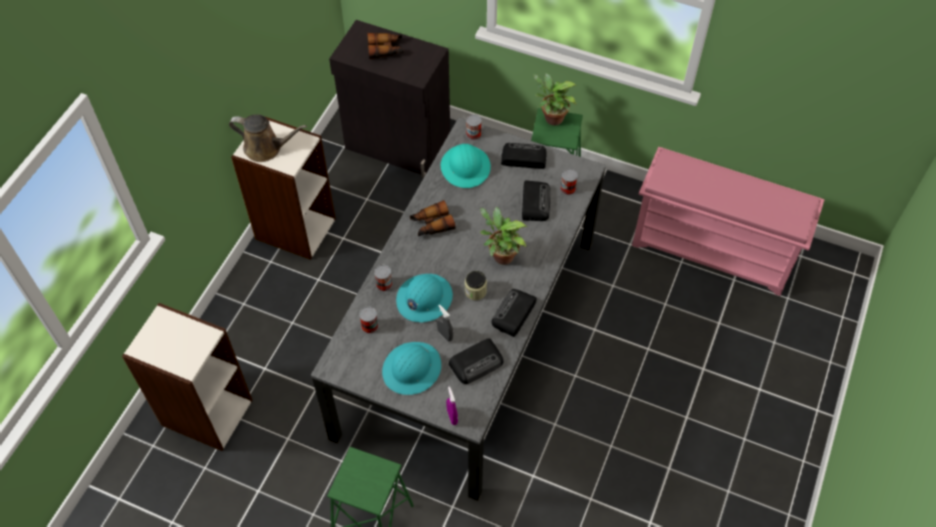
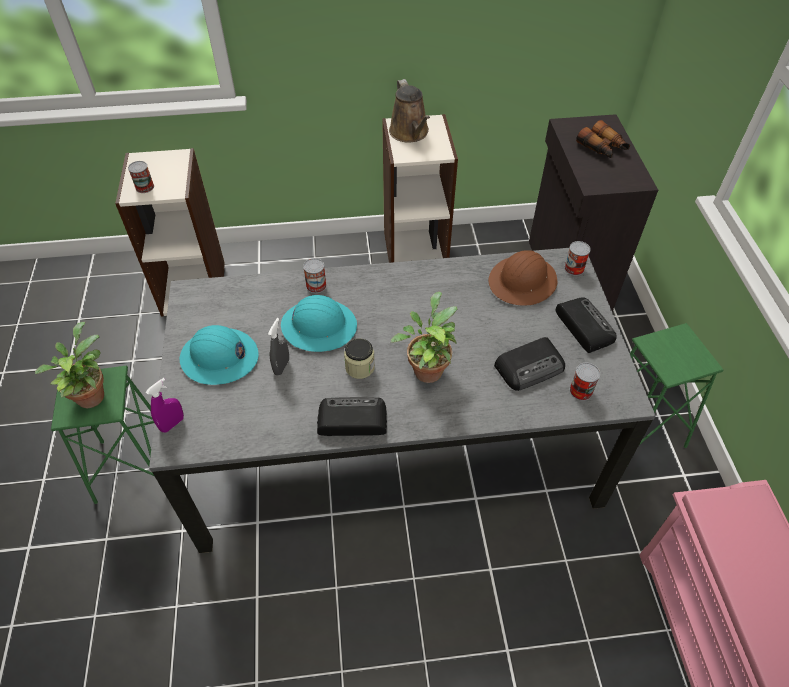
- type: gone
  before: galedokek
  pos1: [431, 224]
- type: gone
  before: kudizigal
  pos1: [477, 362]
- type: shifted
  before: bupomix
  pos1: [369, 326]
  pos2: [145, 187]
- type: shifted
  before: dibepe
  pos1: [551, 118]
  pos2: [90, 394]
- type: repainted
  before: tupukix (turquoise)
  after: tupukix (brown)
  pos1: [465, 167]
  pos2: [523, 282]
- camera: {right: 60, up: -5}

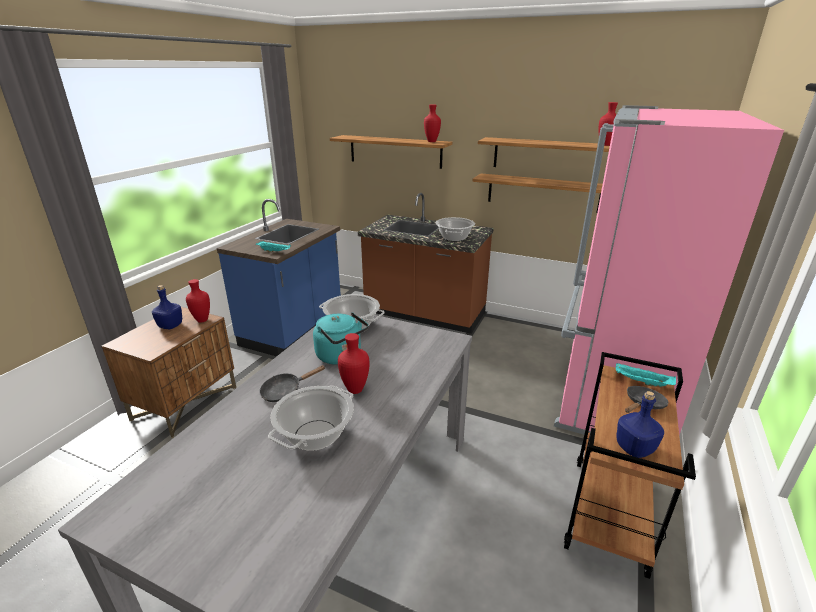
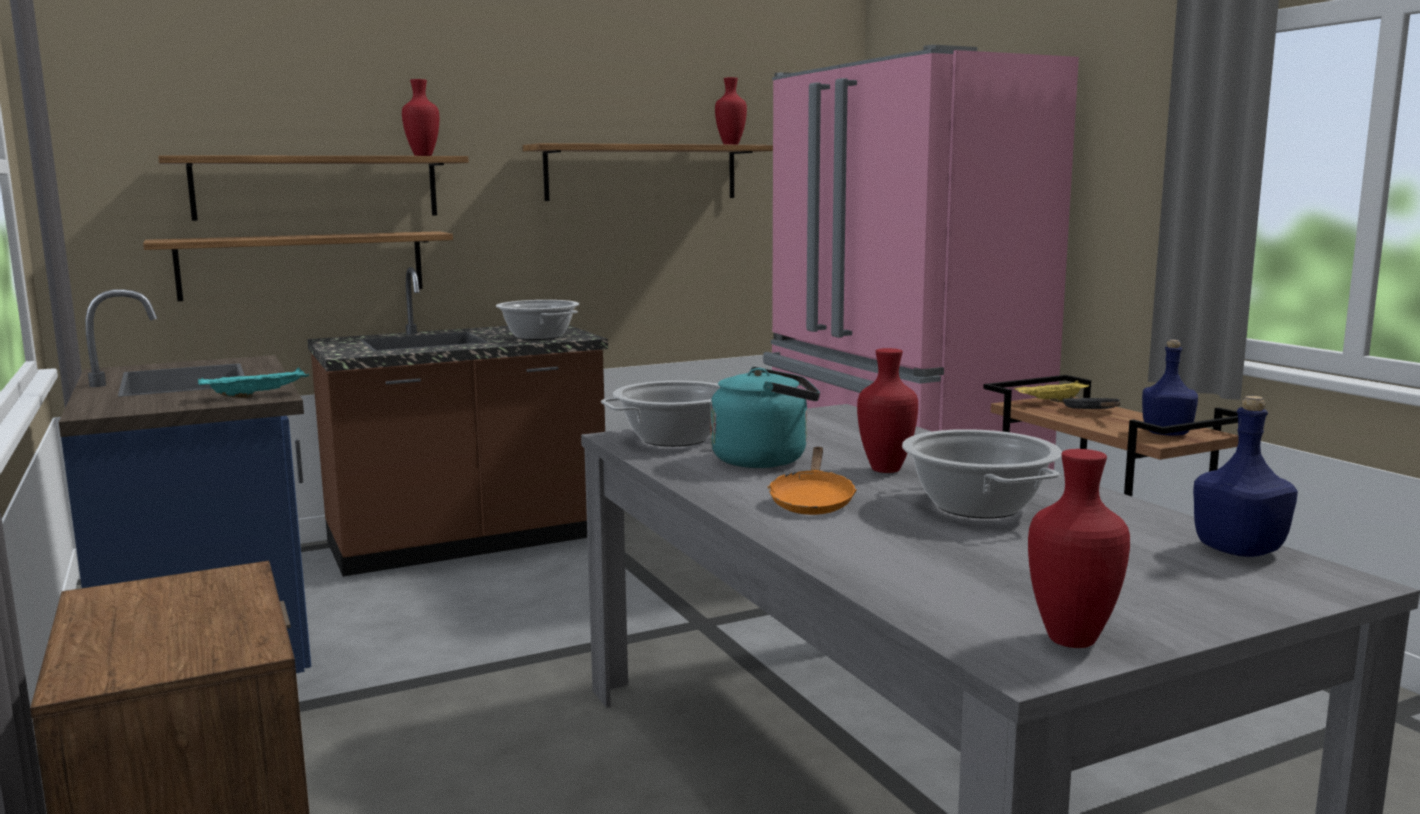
- type: shifted
  before: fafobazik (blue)
  pos1: [170, 326]
  pos2: [1240, 550]
- type: shifted
  before: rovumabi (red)
  pos1: [203, 320]
  pos2: [1073, 639]
- type: shifted
  before: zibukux
  pos1: [543, 193]
  pos2: [302, 265]
- type: repainted
  before: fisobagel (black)
  after: fisobagel (orange)
  pos1: [285, 391]
  pos2: [812, 502]
- type: repainted
  before: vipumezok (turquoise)
  after: vipumezok (yellow)
  pos1: [641, 382]
  pos2: [1051, 402]
- camera: {right: -50, up: -15}

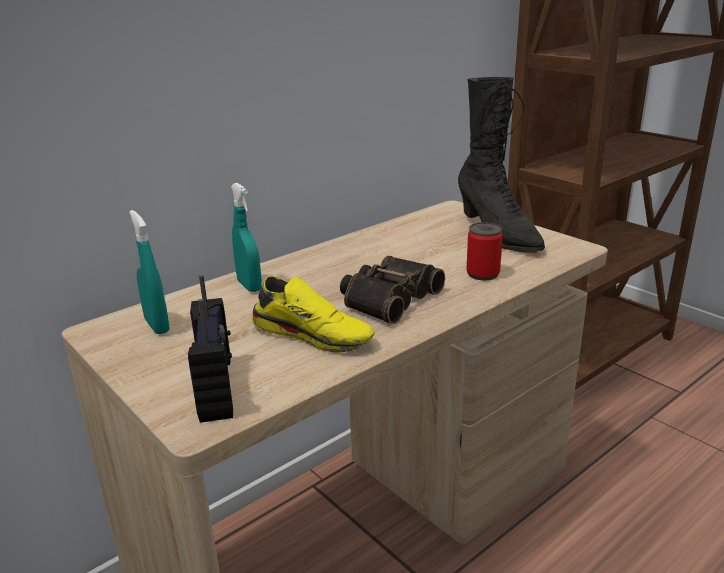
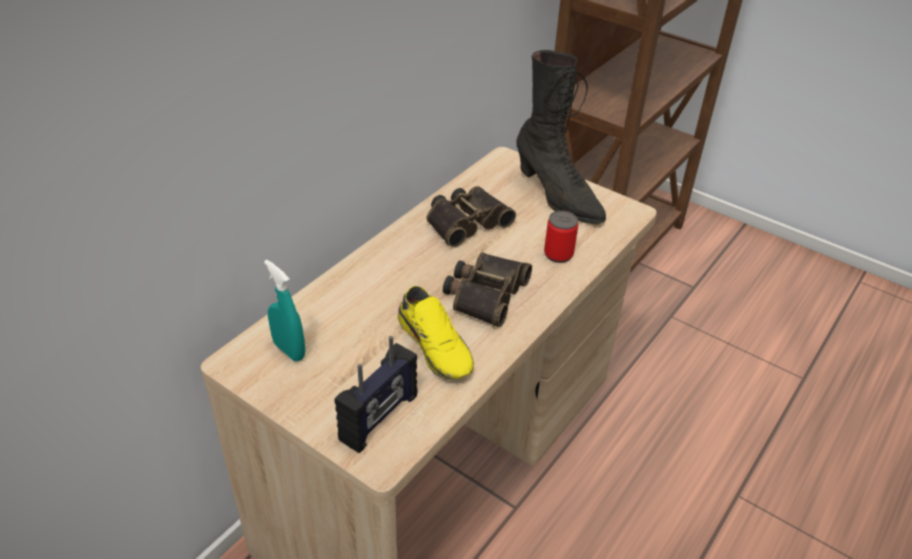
- type: gone
  before: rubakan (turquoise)
  pos1: [249, 286]
- type: new
  after: galedokek
  pos2: [466, 221]
- type: rotated
  before: kudizigal
  pos1: [217, 388]
  pos2: [380, 418]
  turn: 60
- type: rotated
  before: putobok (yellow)
  pos1: [314, 334]
  pos2: [437, 346]
  turn: 45
- camera: {right: -15, up: 15}

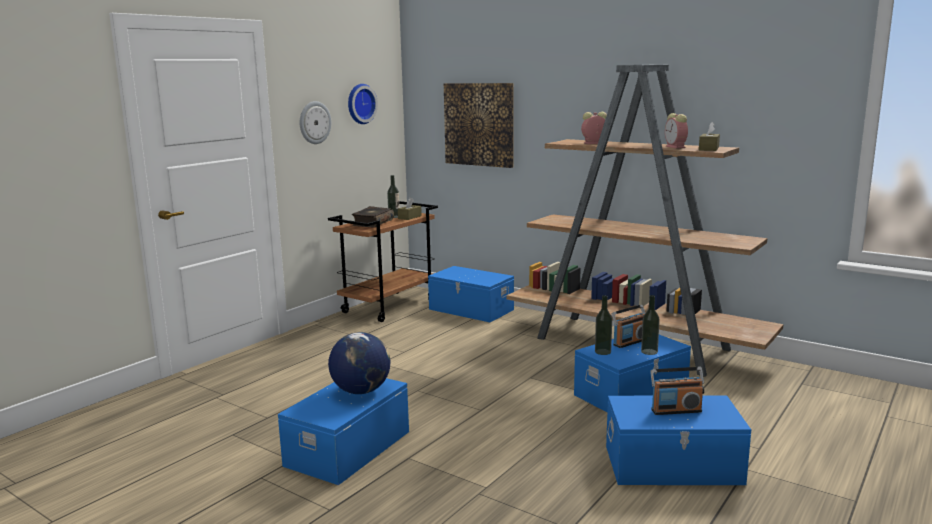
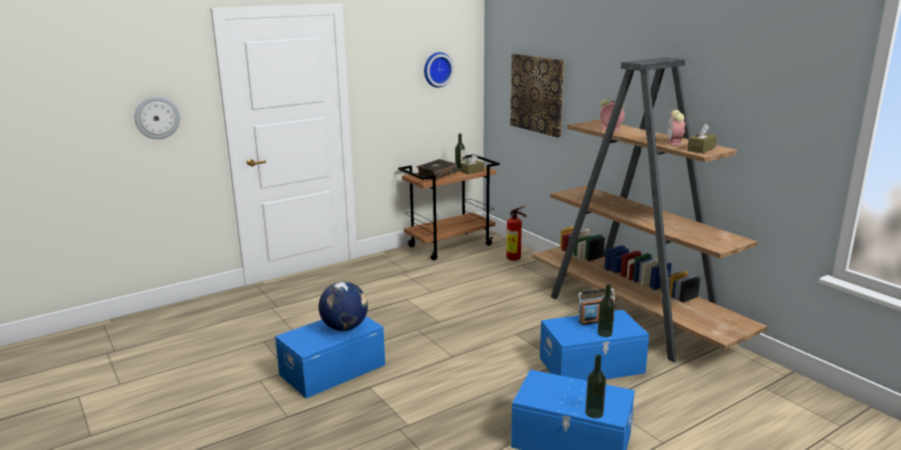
- type: gone
  before: kudizigal
  pos1: [676, 410]
- type: shifted
  before: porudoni
  pos1: [314, 122]
  pos2: [157, 117]
- type: shifted
  before: fafobazik
  pos1: [602, 352]
  pos2: [594, 413]
- type: swapped
  before: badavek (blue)
  after: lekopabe
  pos1: [471, 310]
  pos2: [515, 259]
- camera: {right: 20, up: 5}

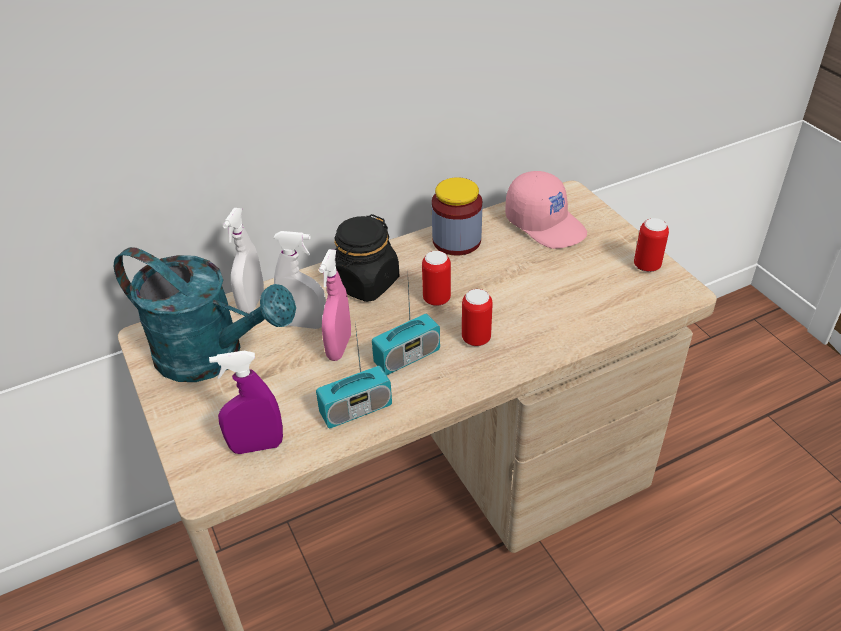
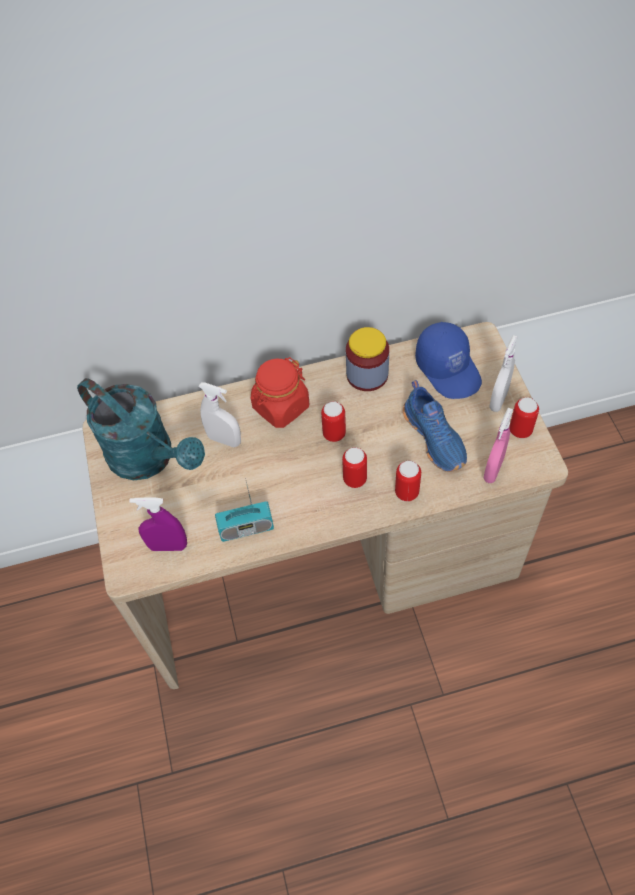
- type: gone
  before: kudizigal
  pos1: [407, 357]
- type: new
  after: bupomix
  pos2: [406, 492]
- type: new
  after: putobok (blue)
  pos2: [435, 437]
- type: shifted
  before: rubakan (white)
  pos1: [252, 303]
  pos2: [498, 399]
- type: shifted
  before: rubakan (pink)
  pos1: [339, 347]
  pos2: [493, 470]
- type: repainted
  before: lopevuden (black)
  after: lopevuden (red)
  pos1: [365, 283]
  pos2: [280, 407]
- type: repainted
  before: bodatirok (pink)
  after: bodatirok (blue)
  pos1: [546, 224]
  pos2: [449, 369]
- camera: {right: 15, up: 15}

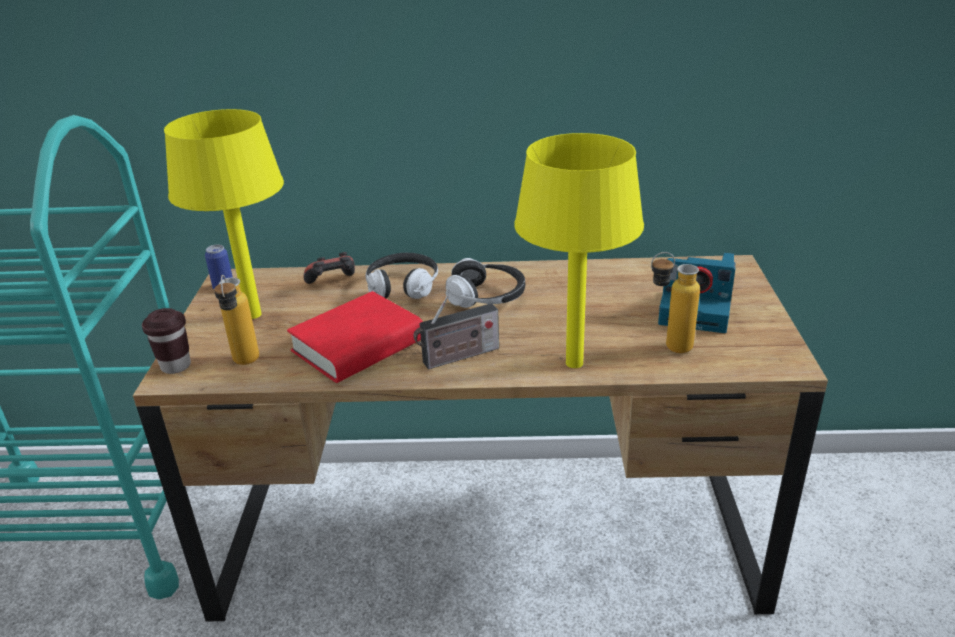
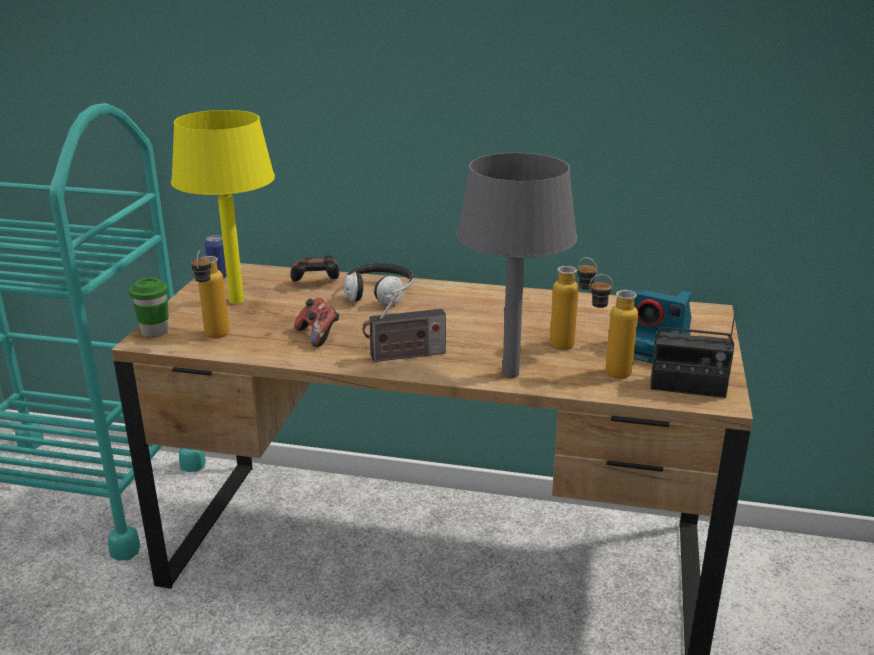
- type: gone
  before: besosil
  pos1: [486, 297]
- type: new
  after: fafobazik
  pos2: [570, 348]
- type: new
  after: kudizigal
  pos2: [687, 387]
- type: swapped
  before: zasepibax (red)
  after: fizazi
  pos1: [358, 346]
  pos2: [318, 336]
- type: repainted
  before: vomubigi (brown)
  after: vomubigi (green)
  pos1: [176, 366]
  pos2: [155, 332]
- type: repainted
  before: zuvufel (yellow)
  after: zuvufel (grey)
  pos1: [575, 362]
  pos2: [511, 373]
- camera: {right: 10, up: -5}

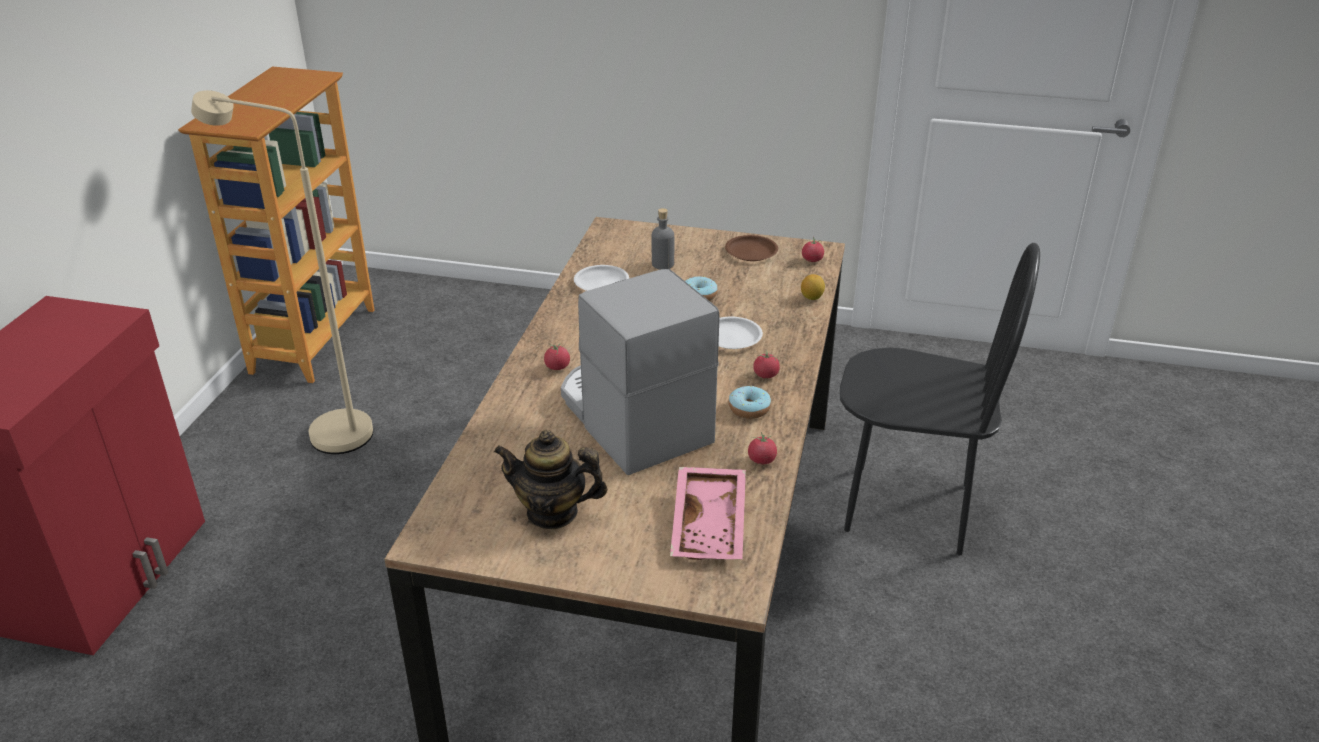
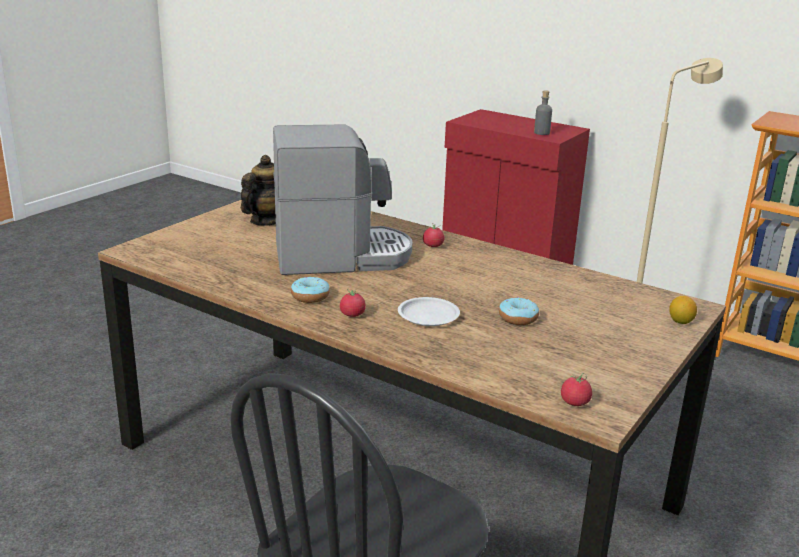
- type: gone
  before: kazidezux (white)
  pos1: [601, 282]
- type: gone
  before: vipumezok (pink)
  pos1: [711, 525]
- type: gone
  before: kazidezux (brown)
  pos1: [751, 252]
- type: gone
  before: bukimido
  pos1: [761, 460]
- type: shifted
  before: fafobazik (grey)
  pos1: [662, 264]
  pos2: [541, 133]
- type: shifted
  before: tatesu
  pos1: [812, 297]
  pos2: [680, 321]
- camera: {right: 110, up: -10}

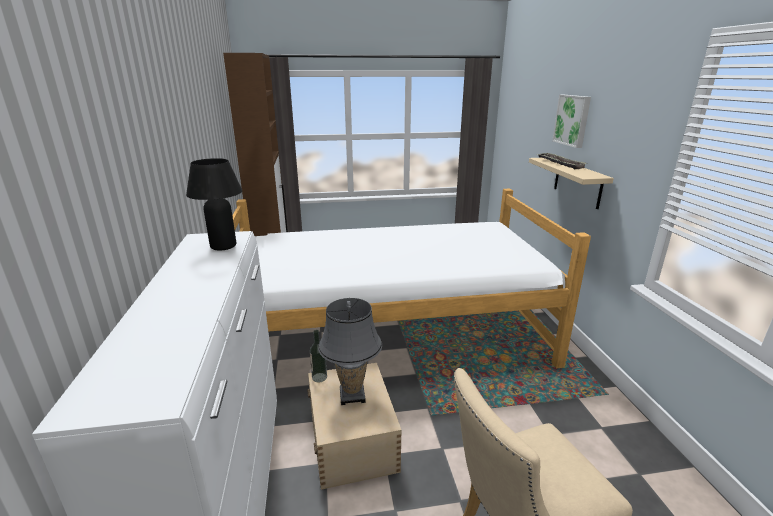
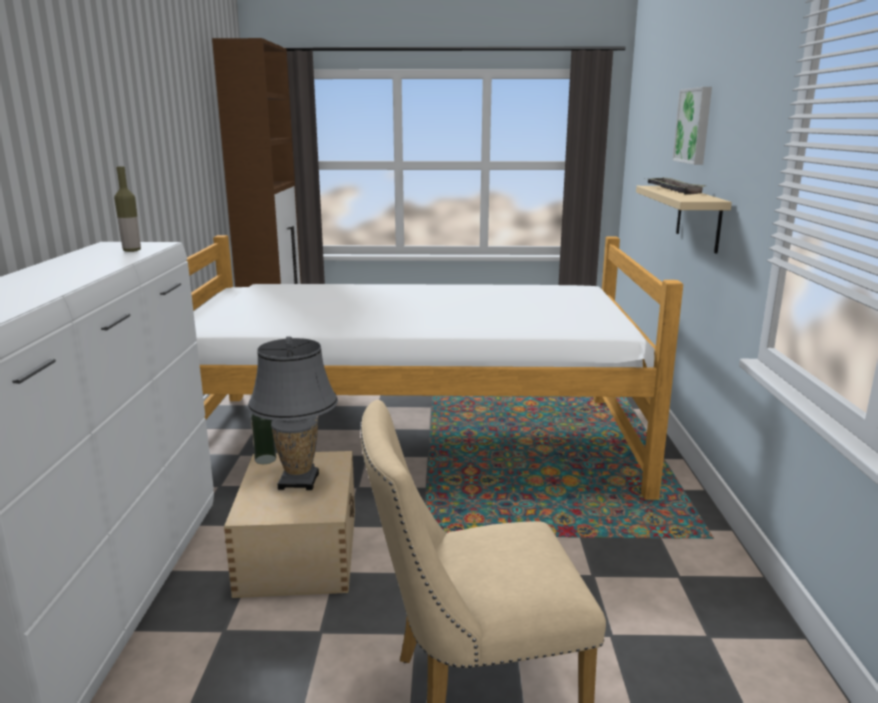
- type: swapped
  before: zuvufel (black)
  after: fafobazik
  pos1: [223, 246]
  pos2: [132, 250]
- camera: {right: 10, up: -5}

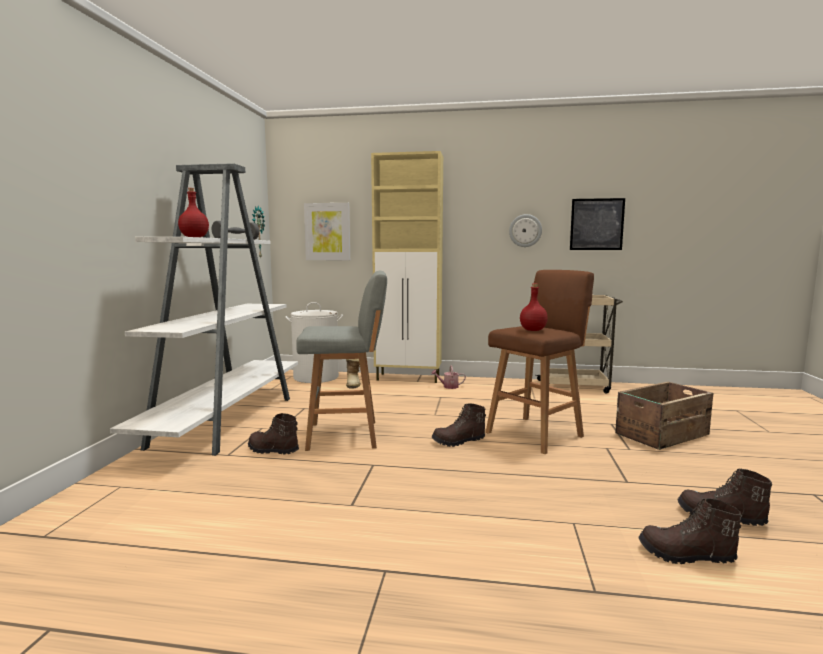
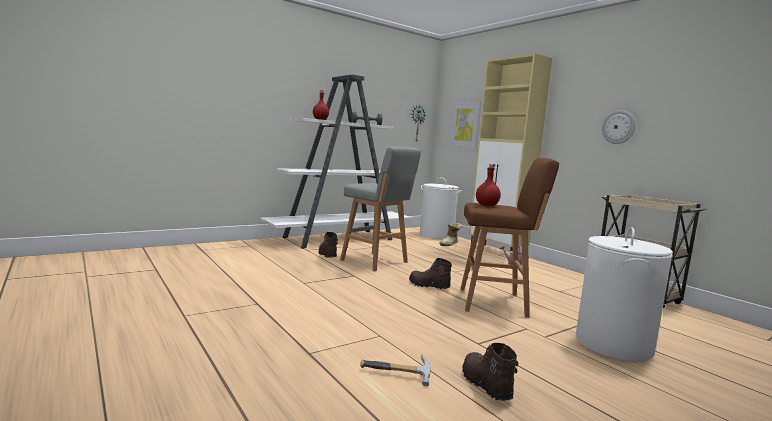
- type: gone
  before: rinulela
  pos1: [596, 224]
- type: swapped
  before: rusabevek
  after: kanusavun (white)
  pos1: [660, 434]
  pos2: [612, 345]
- type: swapped
  before: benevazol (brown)
  after: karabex
  pos1: [686, 555]
  pos2: [397, 376]
- camera: {right: 45, up: 0}

